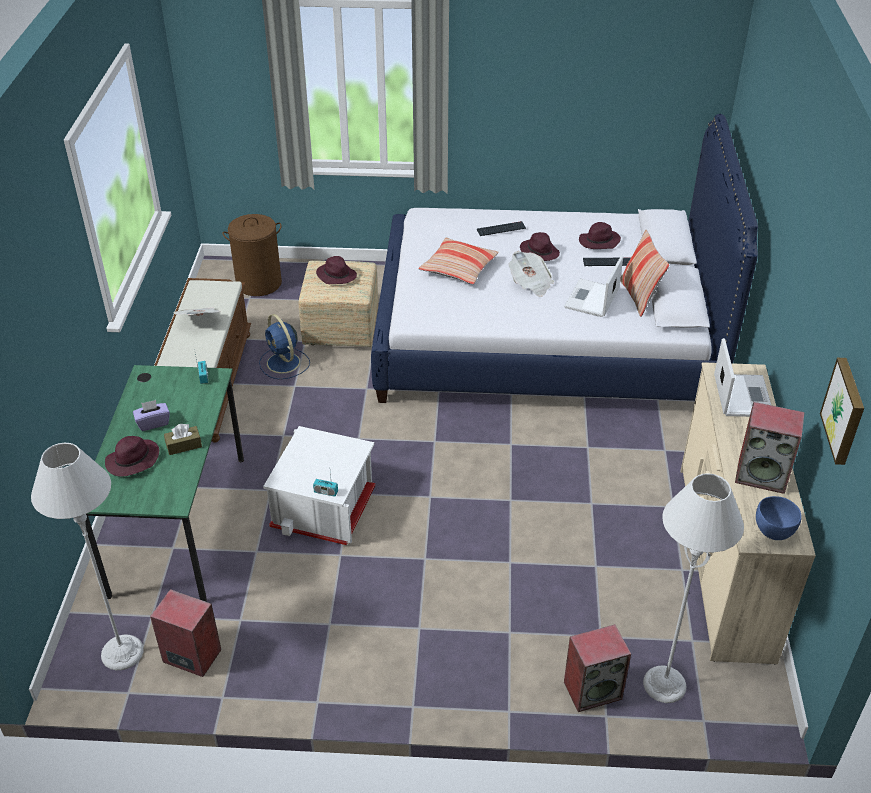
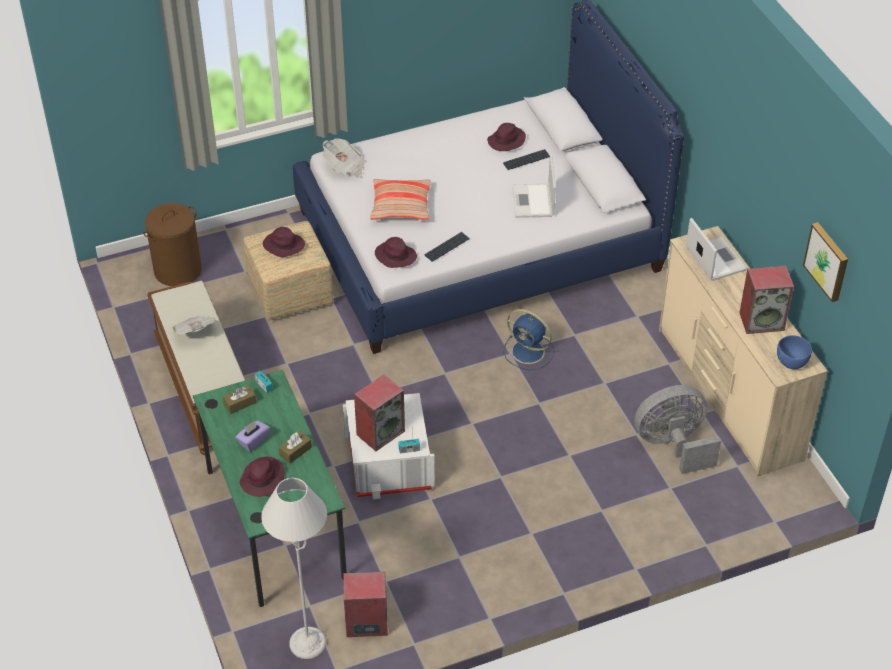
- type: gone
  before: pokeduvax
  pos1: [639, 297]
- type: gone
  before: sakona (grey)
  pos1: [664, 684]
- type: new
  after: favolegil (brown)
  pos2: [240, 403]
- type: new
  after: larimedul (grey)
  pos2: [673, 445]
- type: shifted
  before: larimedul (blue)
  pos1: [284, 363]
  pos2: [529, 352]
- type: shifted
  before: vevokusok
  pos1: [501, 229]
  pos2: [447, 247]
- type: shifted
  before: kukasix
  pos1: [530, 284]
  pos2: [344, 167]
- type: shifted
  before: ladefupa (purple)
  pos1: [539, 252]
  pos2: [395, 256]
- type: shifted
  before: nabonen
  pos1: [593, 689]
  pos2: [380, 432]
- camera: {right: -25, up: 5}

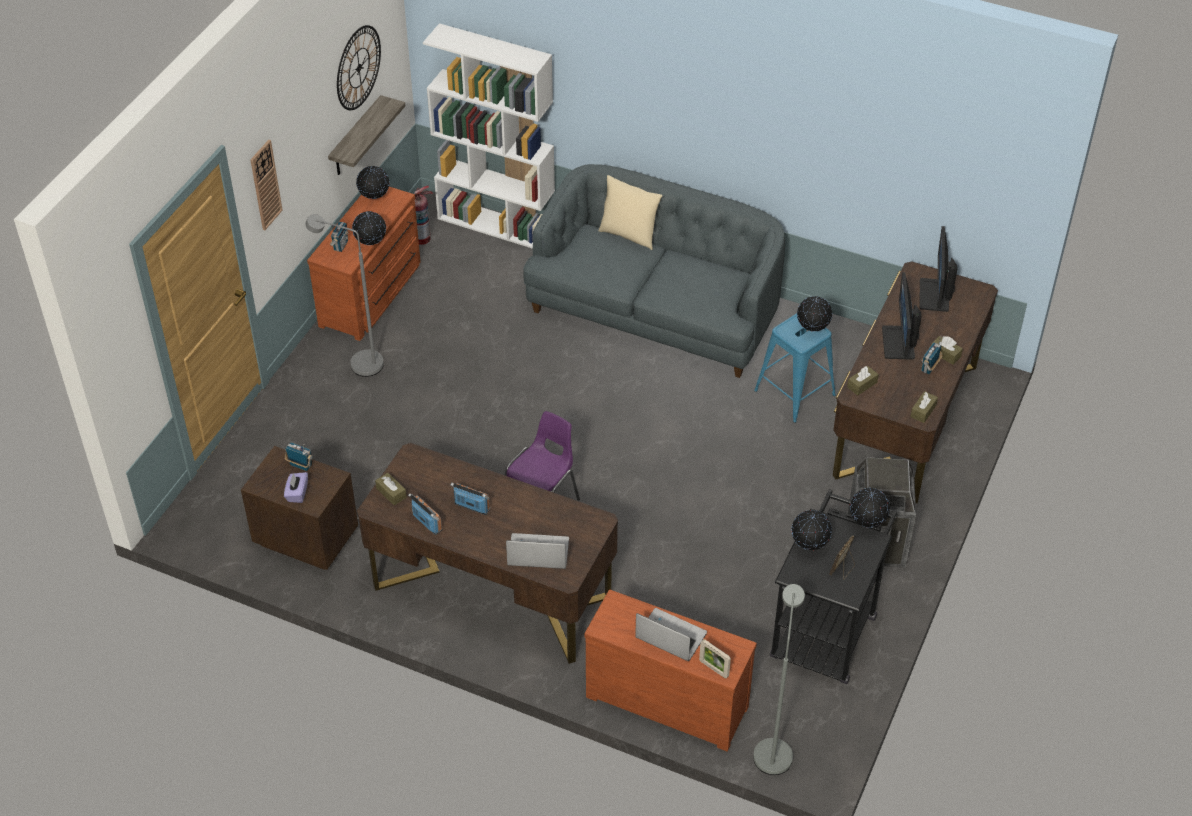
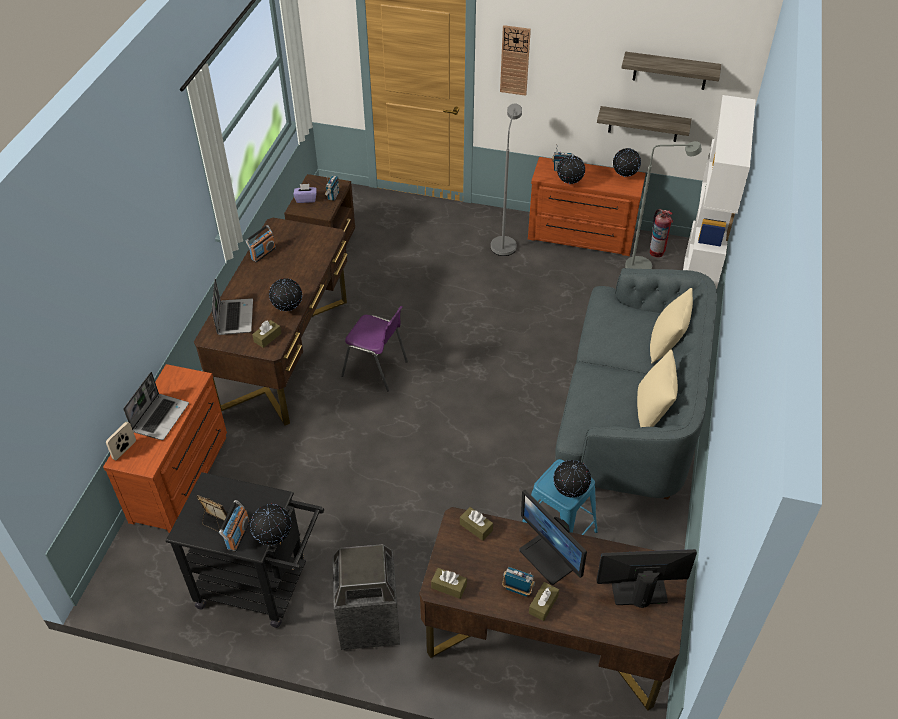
- type: new
  after: pokeduvax (beige)
  pos2: [652, 412]
- type: shifted
  before: favolegil (brown)
  pos1: [391, 493]
  pos2: [267, 337]
- type: shifted
  before: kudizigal
  pos1: [472, 506]
  pos2: [238, 535]
- type: shifted
  before: sakona (grey)
  pos1: [773, 748]
  pos2: [645, 268]
- type: shifted
  before: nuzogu
  pos1: [809, 546]
  pos2: [288, 309]
- type: swapped
  before: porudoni
  after: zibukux
  pos1: [358, 67]
  pos2: [670, 71]
- type: rotated
  before: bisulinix
  pos1: [899, 343]
  pos2: [549, 558]
  turn: -120
- camera: {right: 80, up: 0}

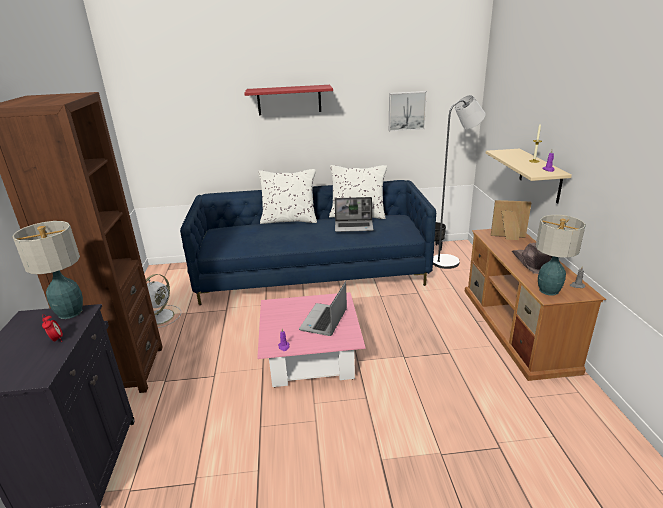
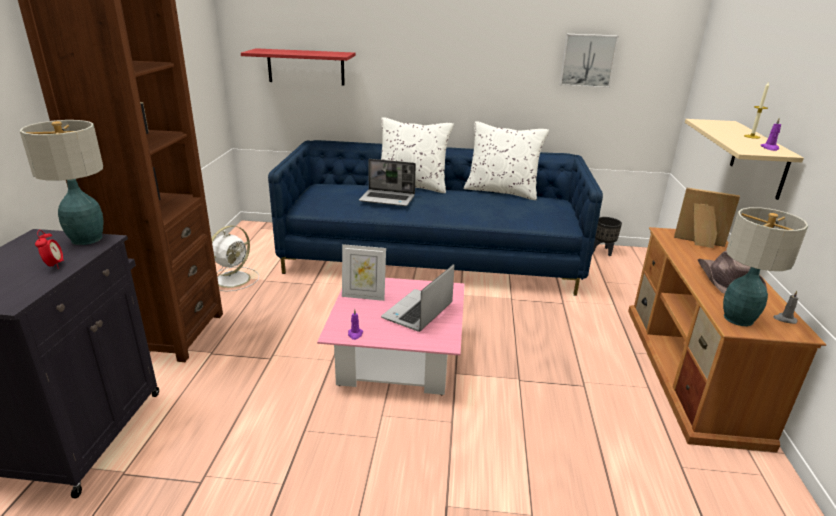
- type: gone
  before: sakona (grey)
  pos1: [450, 261]
- type: new
  after: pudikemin
  pos2: [364, 296]
- type: shifted
  before: zibukux (red)
  pos1: [289, 100]
  pos2: [306, 67]
- type: shifted
  before: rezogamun
  pos1: [354, 227]
  pos2: [388, 199]
- camera: {right: 10, up: 0}

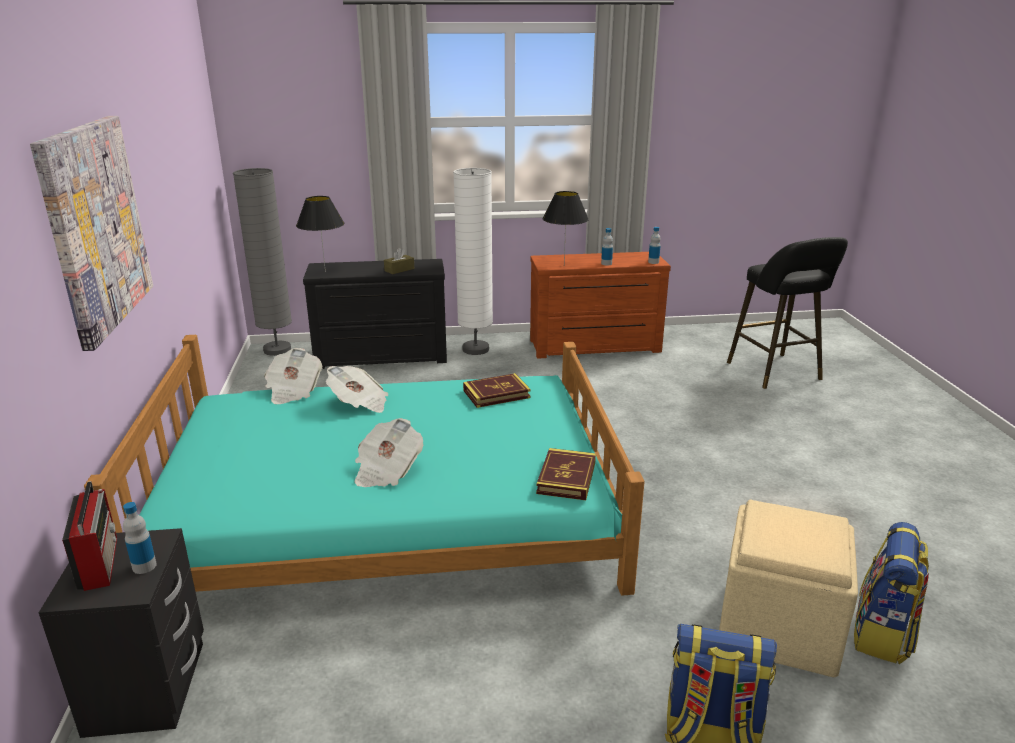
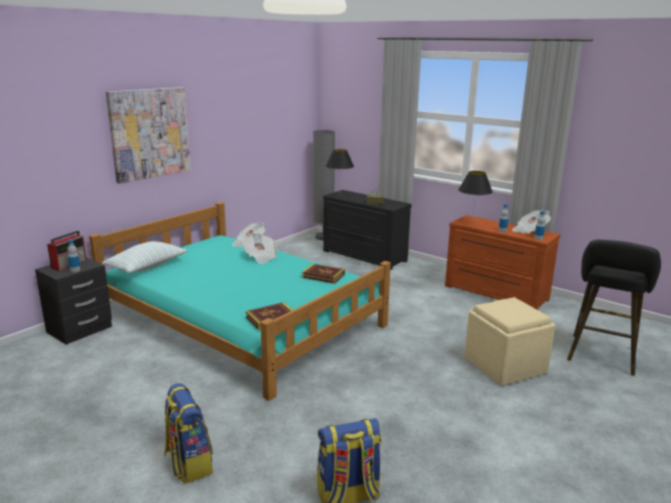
- type: gone
  before: sakona (white)
  pos1: [475, 349]
- type: new
  after: pokeduvax
  pos2: [147, 267]
- type: shifted
  before: kukasix
  pos1: [387, 471]
  pos2: [529, 231]
- type: shifted
  before: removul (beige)
  pos1: [779, 627]
  pos2: [504, 366]
- camera: {right: 45, up: -5}

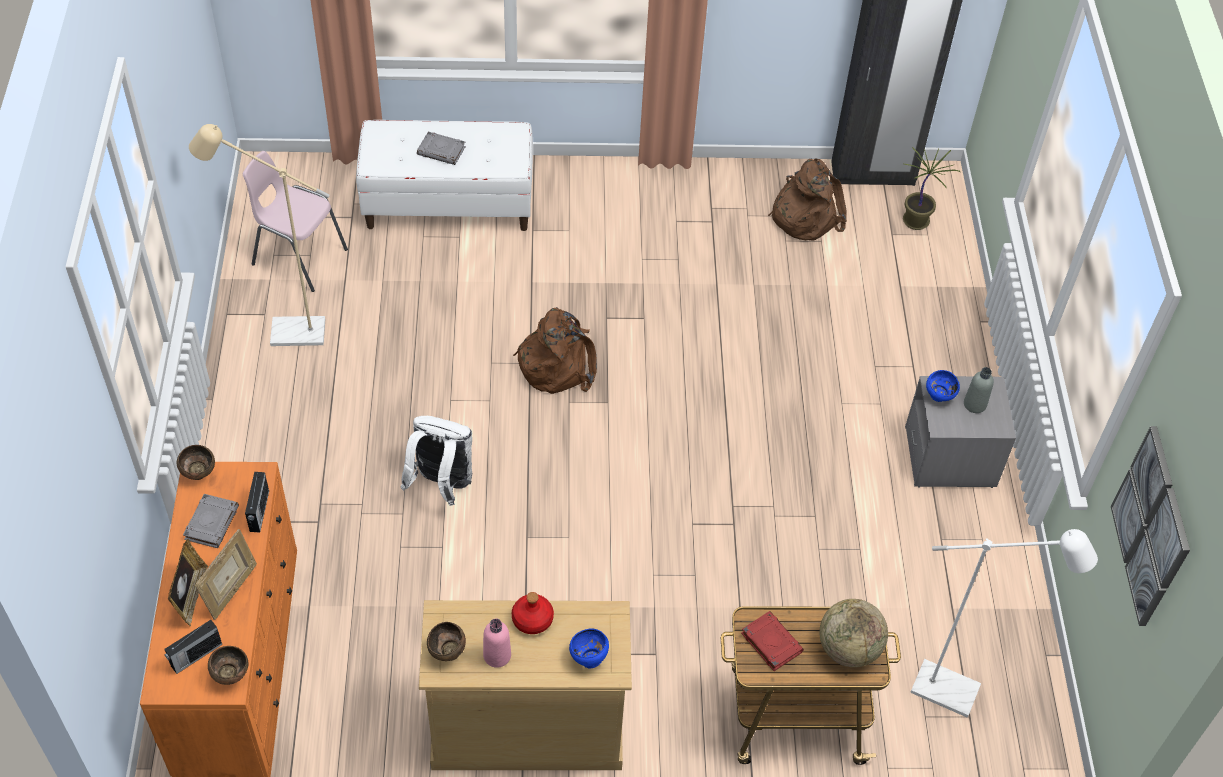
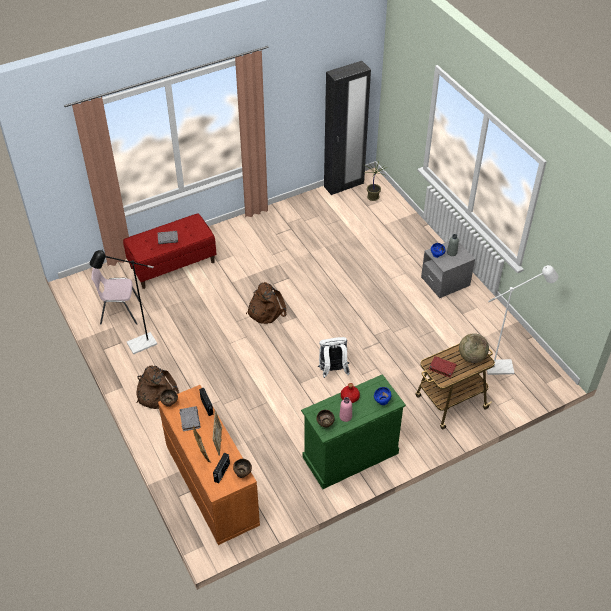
- type: gone
  before: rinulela
  pos1: [1151, 526]
- type: shifted
  before: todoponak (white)
  pos1: [441, 484]
  pos2: [333, 370]
- type: shifted
  before: todoponak (brown)
  pos1: [804, 215]
  pos2: [155, 393]
- type: repainted
  before: sakona (beige)
  after: sakona (black)
  pos1: [286, 332]
  pos2: [137, 346]
- type: repainted
  before: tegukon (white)
  after: tegukon (red)
  pos1: [449, 204]
  pos2: [172, 264]
- type: repainted
  before: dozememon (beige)
  after: dozememon (green)
  pos1: [527, 727]
  pos2: [350, 455]
- camera: {right: -25, up: -5}

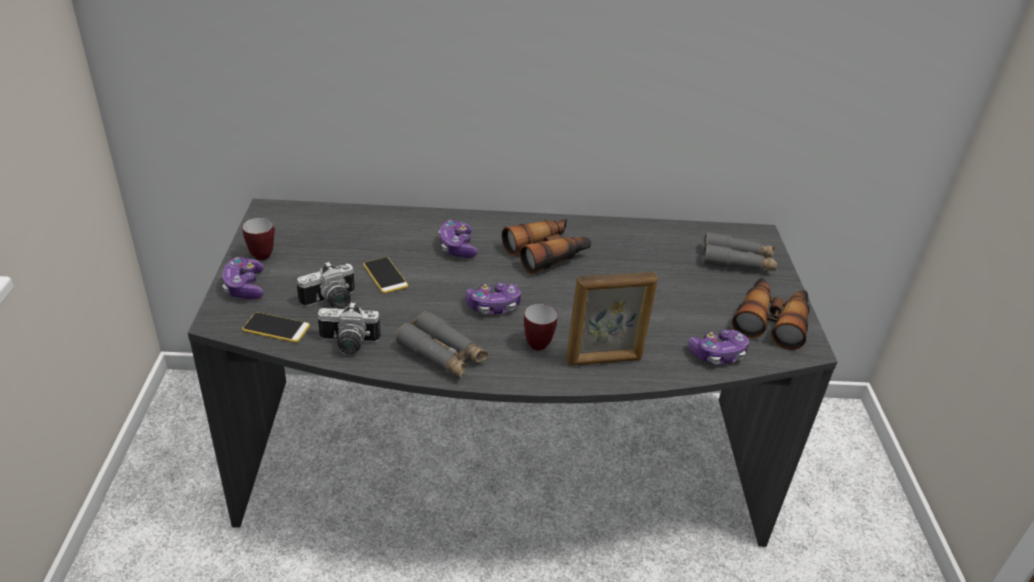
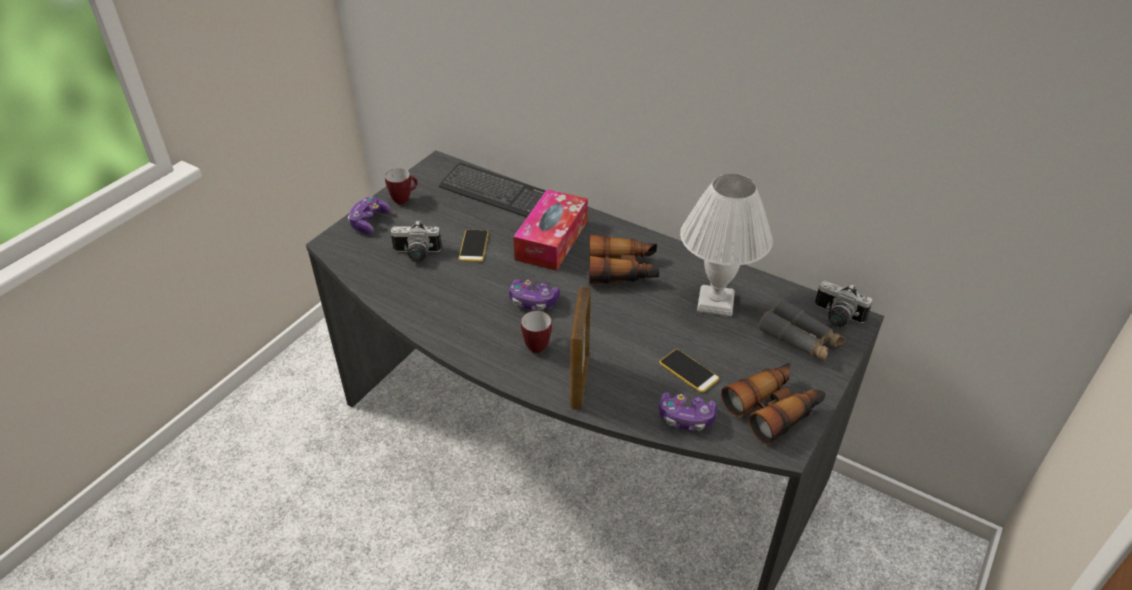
- type: gone
  before: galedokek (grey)
  pos1: [443, 355]
- type: new
  after: vevokusok
  pos2: [493, 192]
- type: new
  after: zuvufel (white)
  pos2: [714, 303]
- type: shifted
  before: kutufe
  pos1: [276, 328]
  pos2: [688, 371]
- type: shifted
  before: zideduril
  pos1: [348, 344]
  pos2: [836, 317]
- type: swapped
  before: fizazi
  after: favolegil
  pos1: [457, 247]
  pos2: [551, 240]
- type: rotated
  before: pudikemin
  pos1: [604, 360]
  pos2: [579, 382]
  turn: 75
- camera: {right: 35, up: 5}

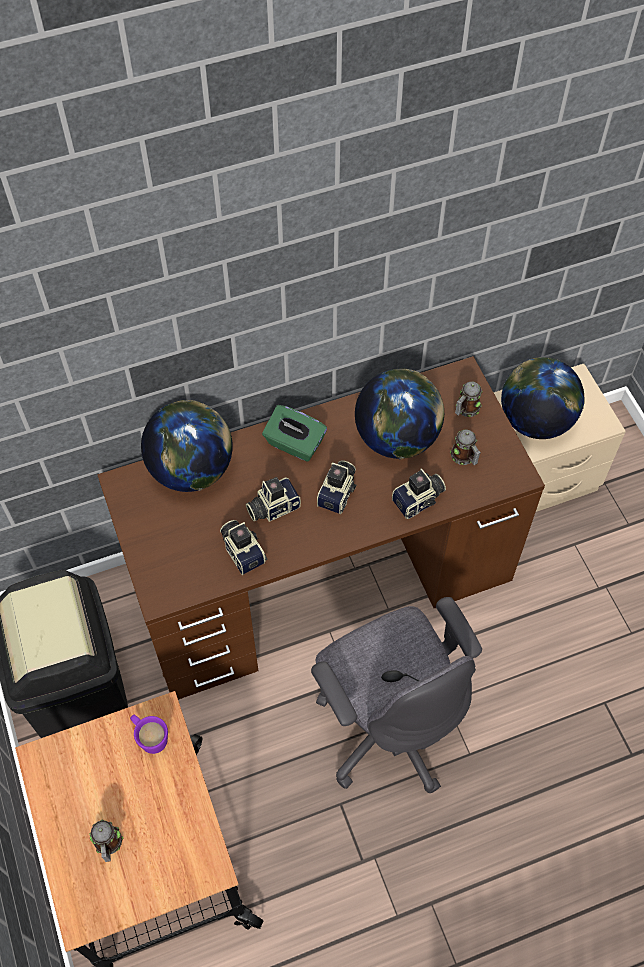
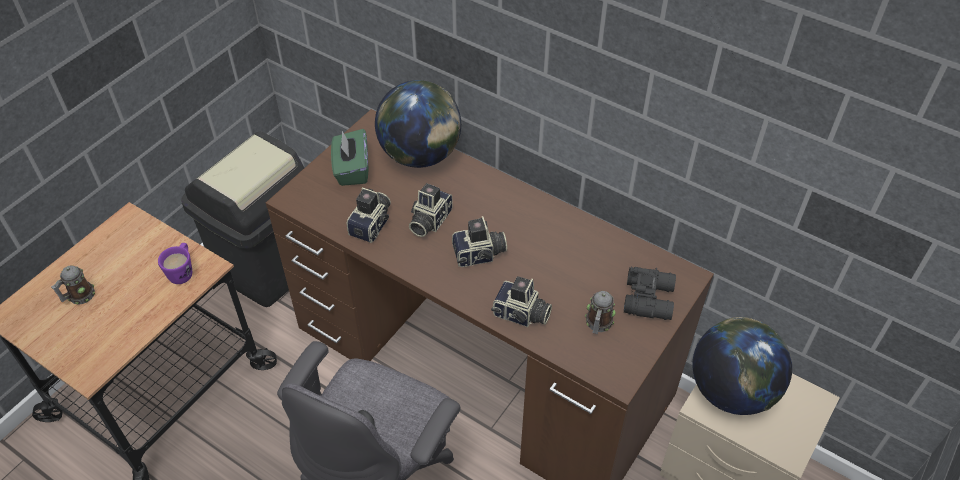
- type: gone
  before: nuzogu
  pos1: [397, 438]
- type: shifted
  before: favolegil (green)
  pos1: [294, 444]
  pos2: [352, 170]
- type: swapped
  before: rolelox
  after: galedokek (black)
  pos1: [466, 409]
  pos2: [650, 298]
- type: rotated
  before: zideduril
  pos1: [272, 507]
  pos2: [429, 220]
  turn: -90
- camera: {right: 55, up: -10}

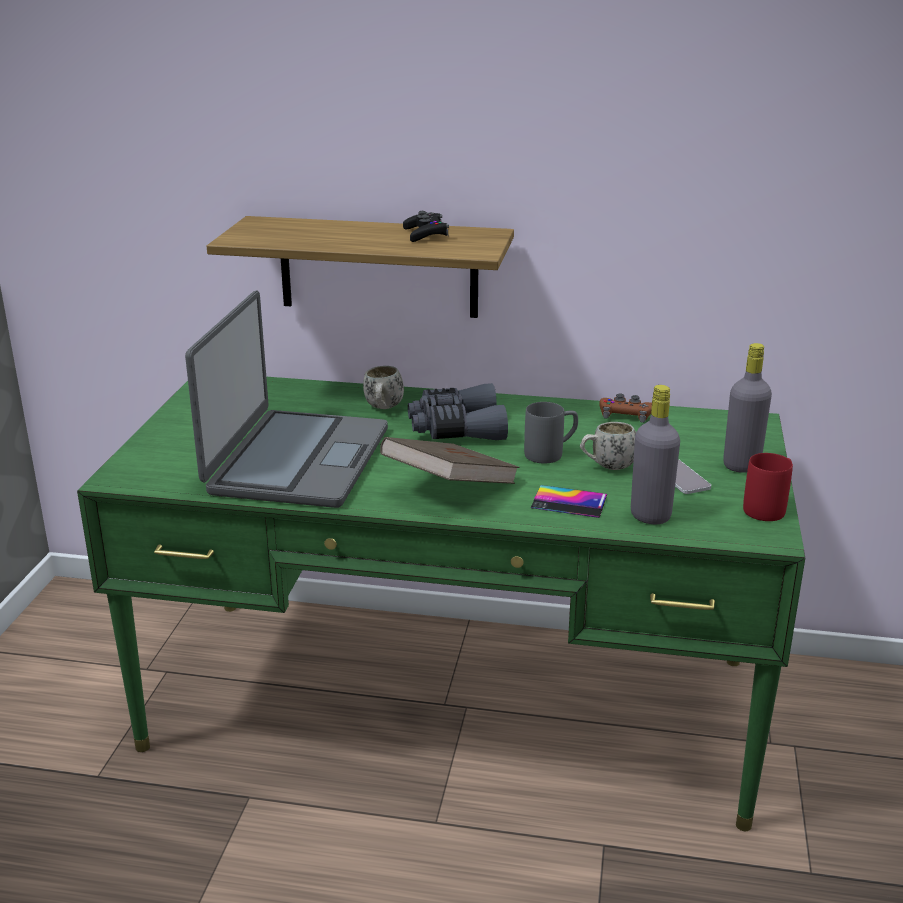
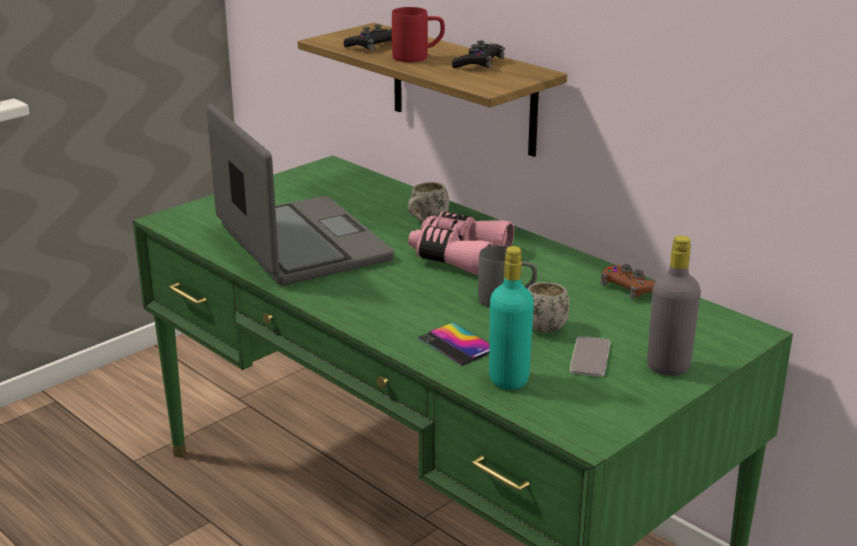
- type: gone
  before: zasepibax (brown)
  pos1: [450, 488]
- type: new
  after: fizazi (black)
  pos2: [373, 46]
- type: shifted
  before: rolelox (red)
  pos1: [769, 508]
  pos2: [418, 57]
- type: repainted
  before: galedokek (grey)
  after: galedokek (pink)
  pos1: [456, 429]
  pos2: [458, 256]
- type: repainted
  before: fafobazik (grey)
  after: fafobazik (turquoise)
  pos1: [650, 516]
  pos2: [508, 379]
- type: rotated
  before: rezogamun
  pos1: [297, 460]
  pos2: [300, 243]
  turn: -75
- camera: {right: 35, up: 0}

